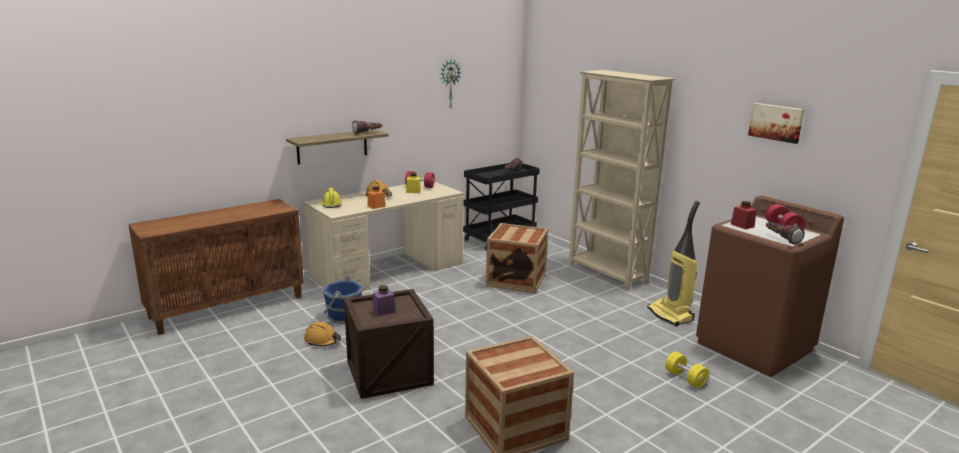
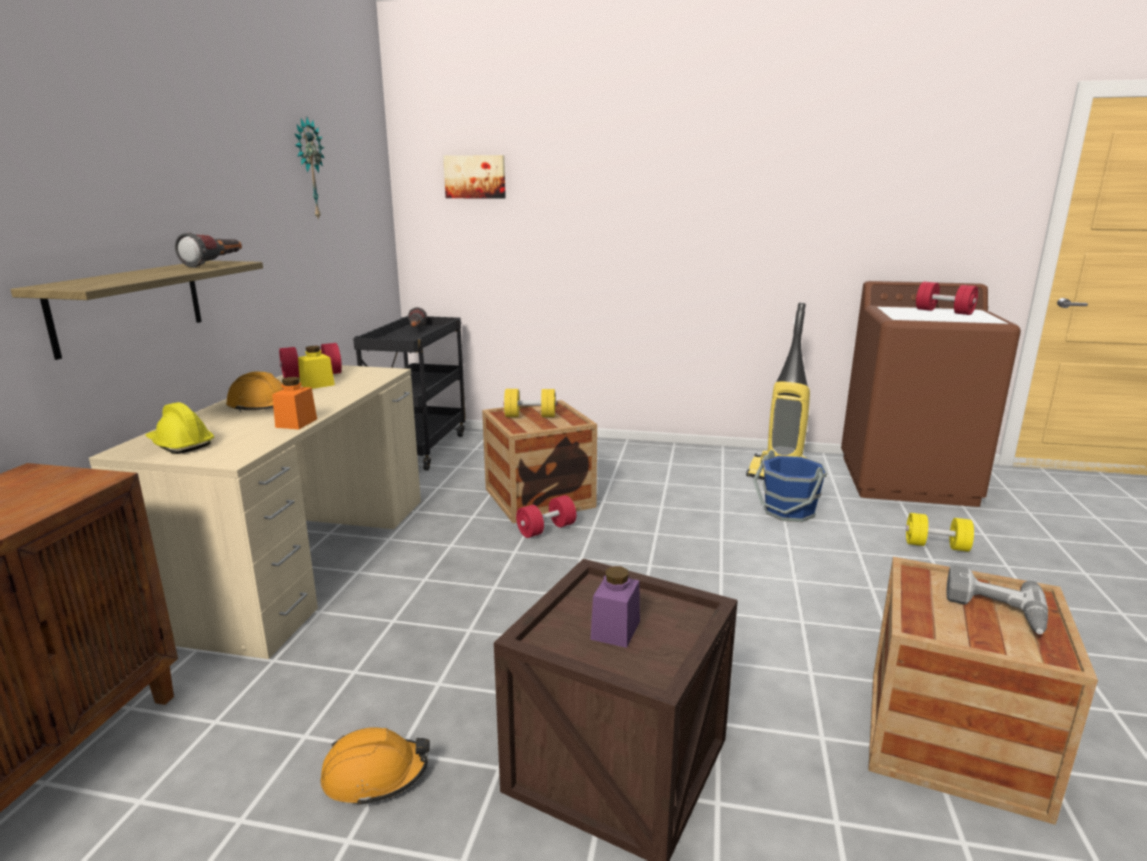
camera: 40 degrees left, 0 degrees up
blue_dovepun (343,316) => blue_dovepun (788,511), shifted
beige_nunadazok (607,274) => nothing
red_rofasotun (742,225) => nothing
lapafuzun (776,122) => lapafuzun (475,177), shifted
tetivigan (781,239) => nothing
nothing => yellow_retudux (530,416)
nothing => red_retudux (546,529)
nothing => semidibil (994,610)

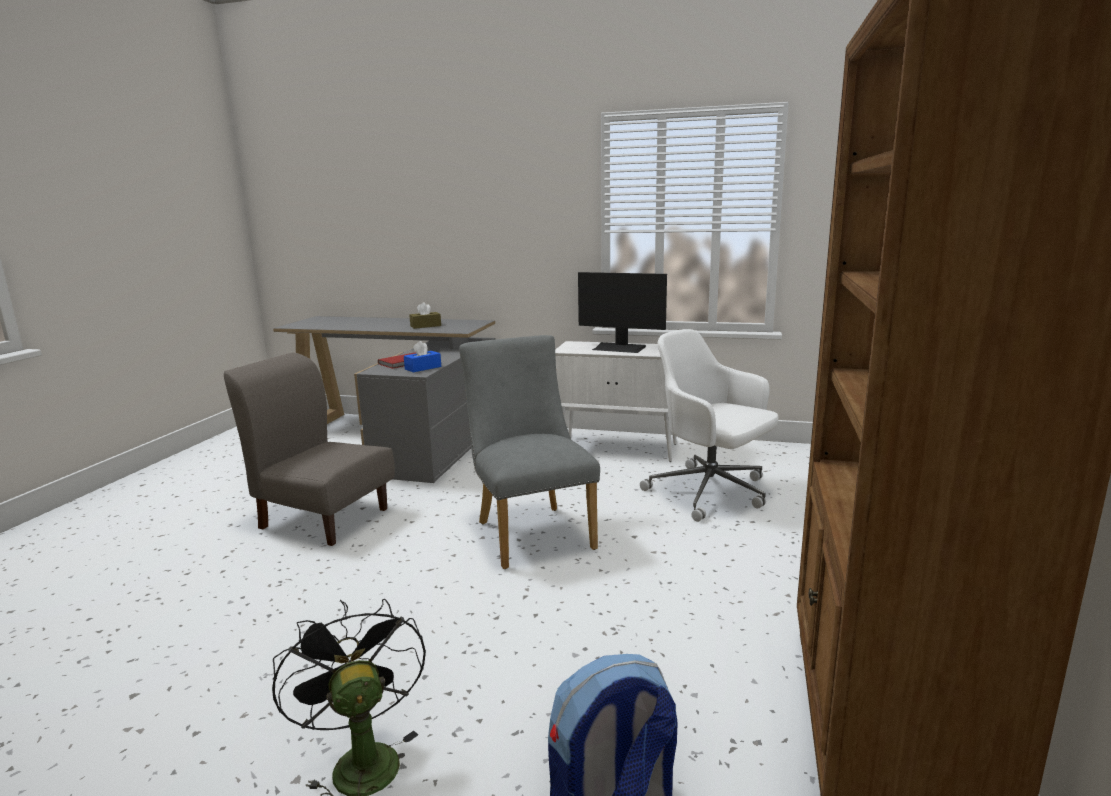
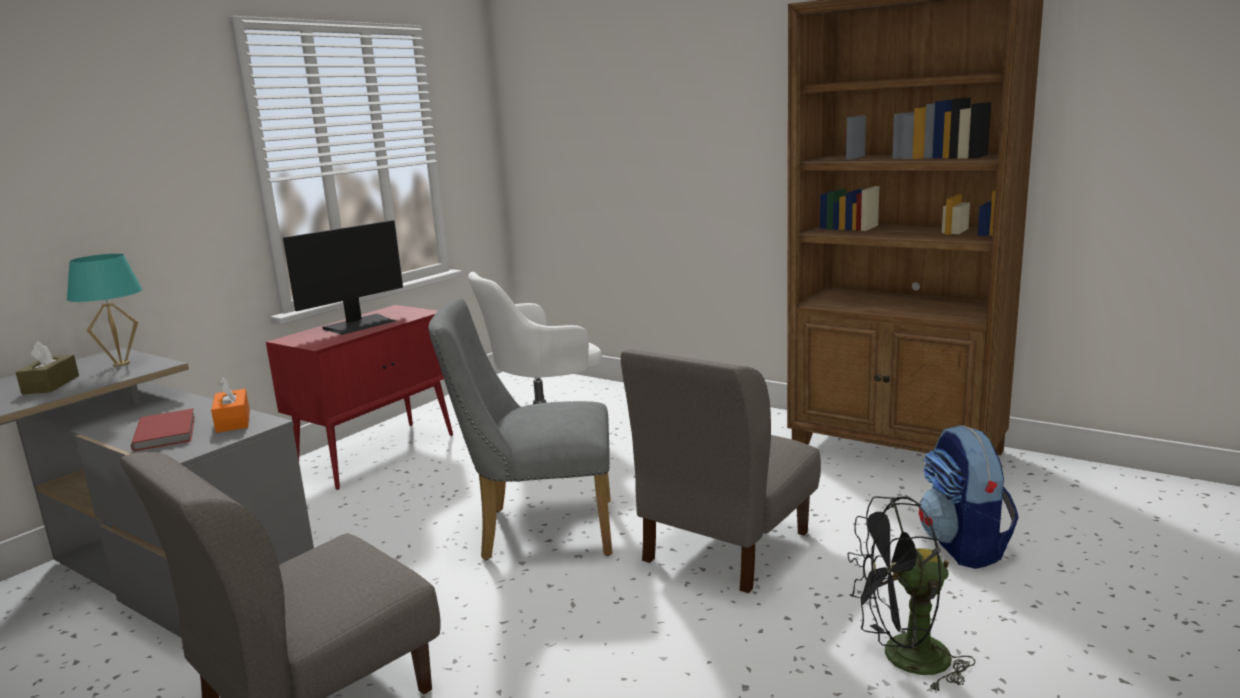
camera: 70 degrees left, 0 degrees up
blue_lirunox (423,368) => orange_lirunox (233,421)
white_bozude (618,449) => red_bozude (378,454)
nothing => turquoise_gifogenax (121,364)
nothing => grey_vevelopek (724,546)

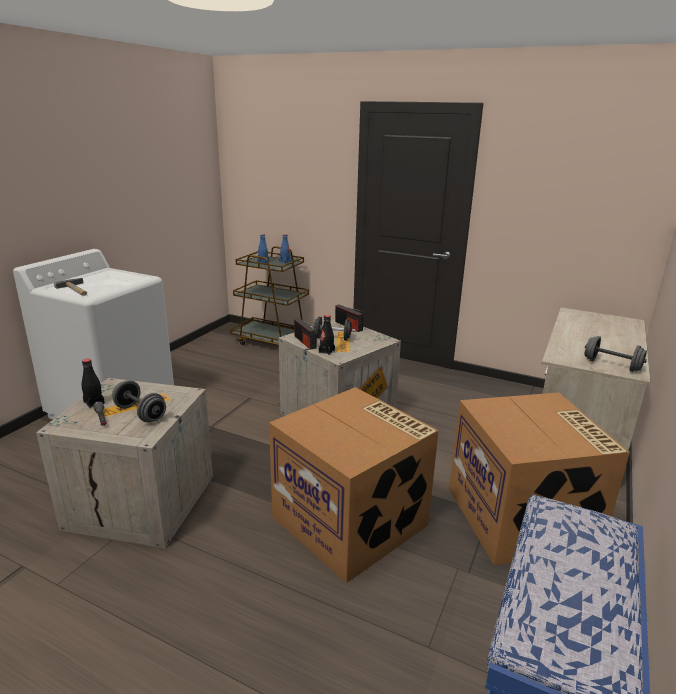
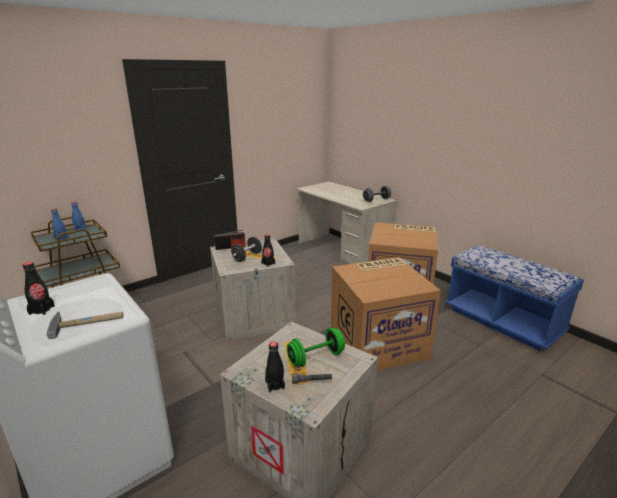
camera: 65 degrees left, 0 degrees up
grey_retudux (140,413) => green_retudux (316,358)
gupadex (305,342) => nothing
nothing => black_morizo (41,310)

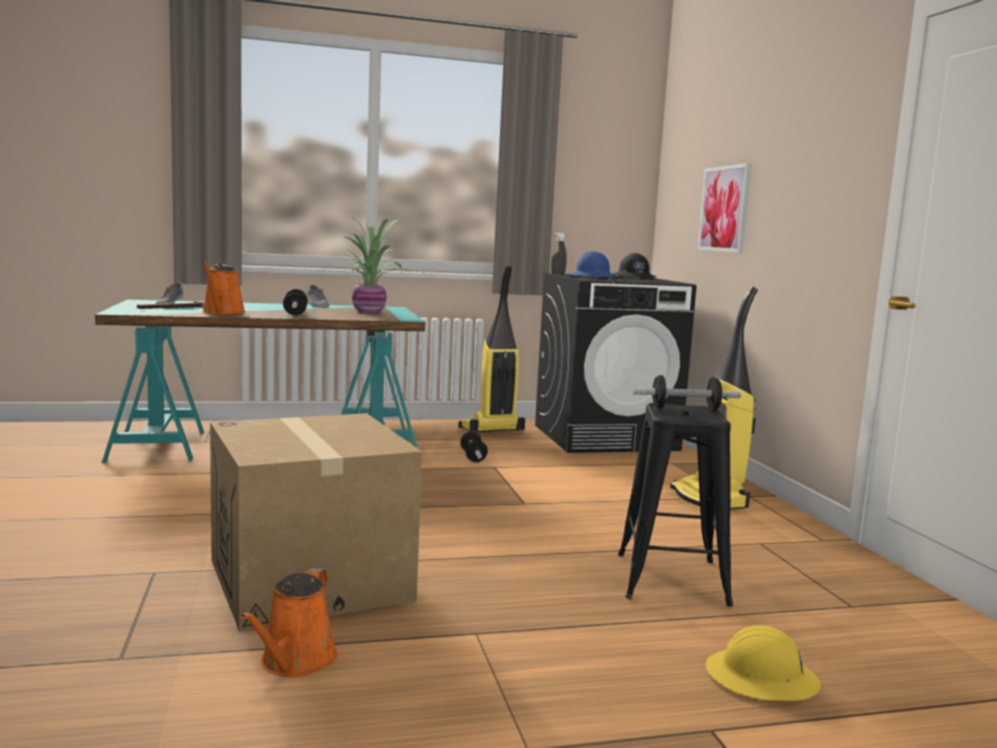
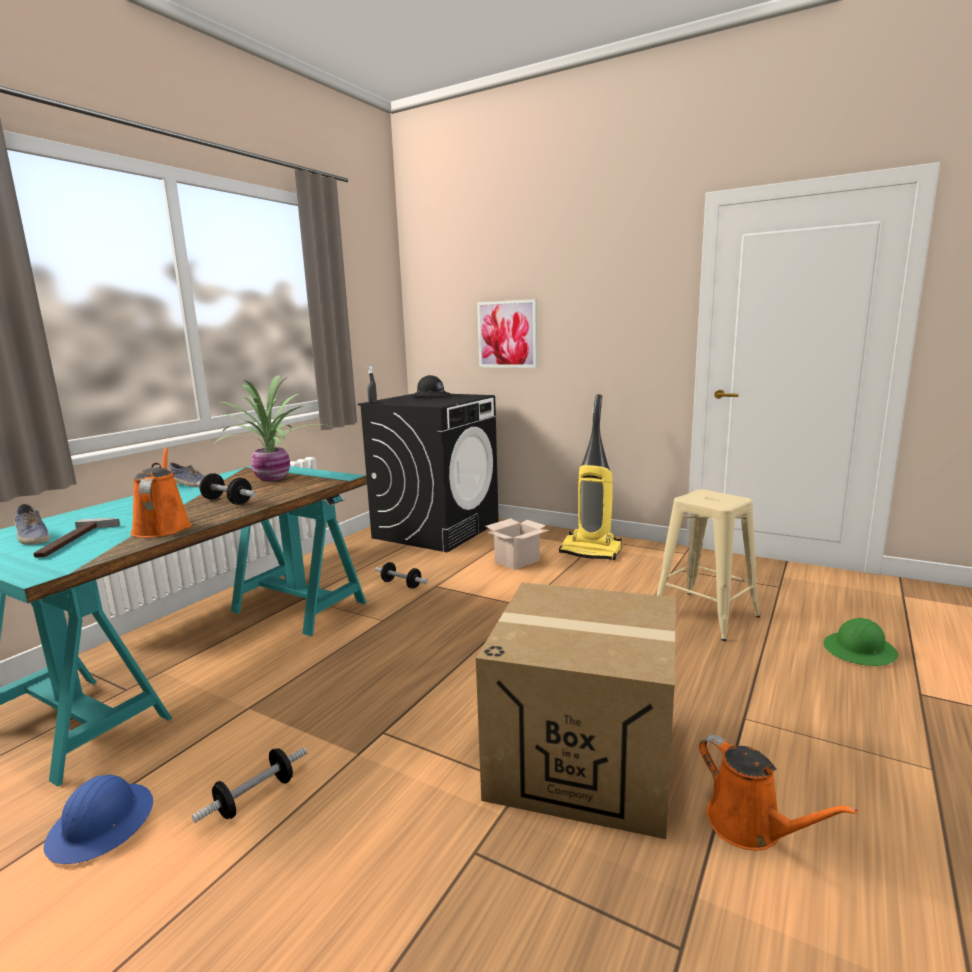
camera: 45 degrees left, 5 degrees up
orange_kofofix (222,313) => orange_kofofix (163,527), 150 degrees counterclockwise
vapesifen (491,430) => nothing
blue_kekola (592,277) => blue_kekola (102,824), shifted
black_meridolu (671,579) => beige_meridolu (705,615)
retudux (685,409) => retudux (255,797), shifted
yellow_kekola (761,678) => green_kekola (860,651)
nothing => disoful (517,561)

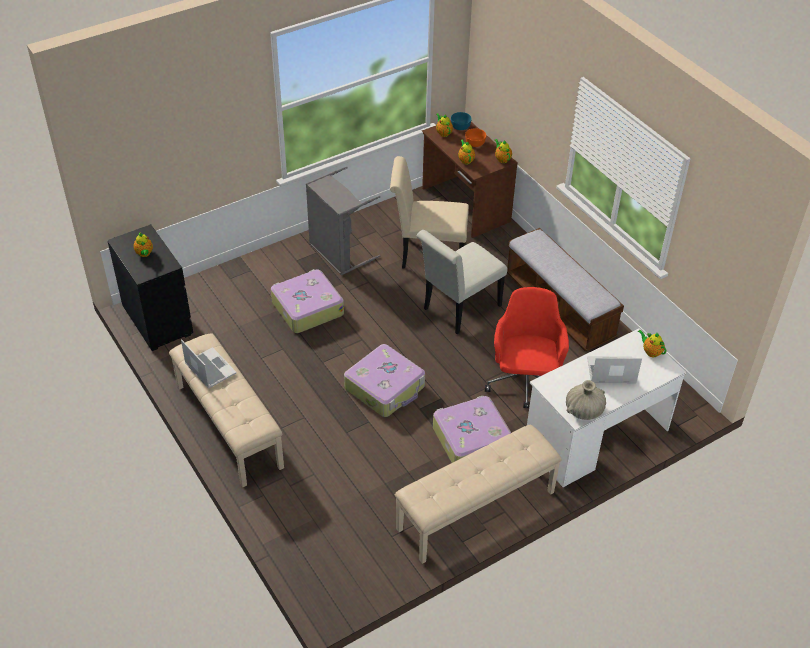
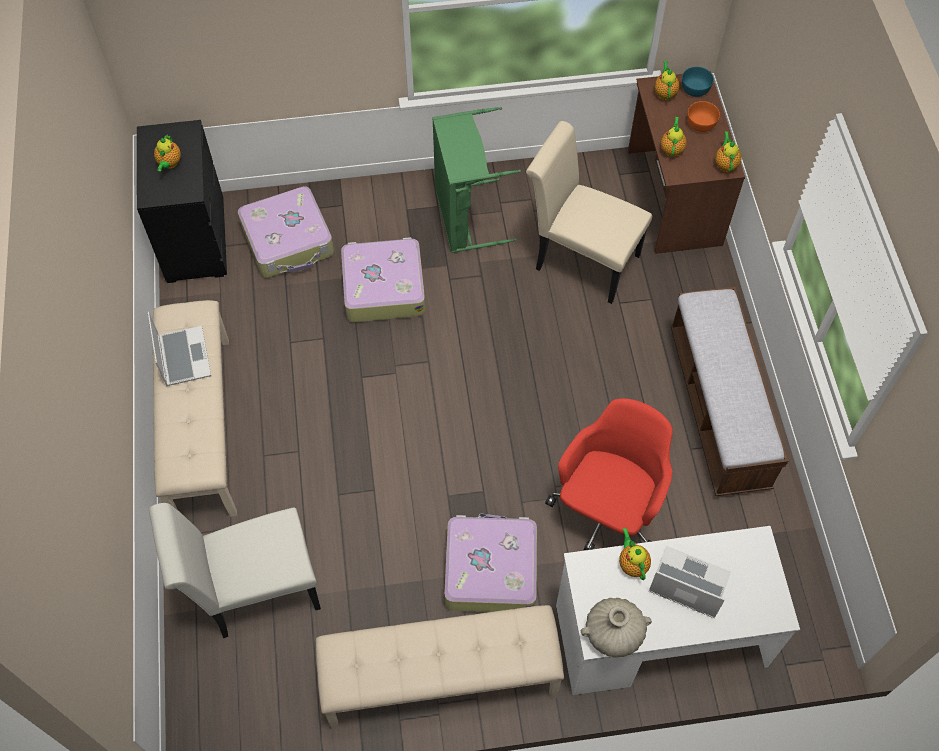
camera: 25 degrees right, 15 degrees up
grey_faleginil (338,253) => green_faleginil (464,217)
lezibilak (385,387) => lezibilak (289,241), shifted
white_vevelopek (458,309) => white_vevelopek (254,590), shifted
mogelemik (651,352) => mogelemik (632,563), shifted

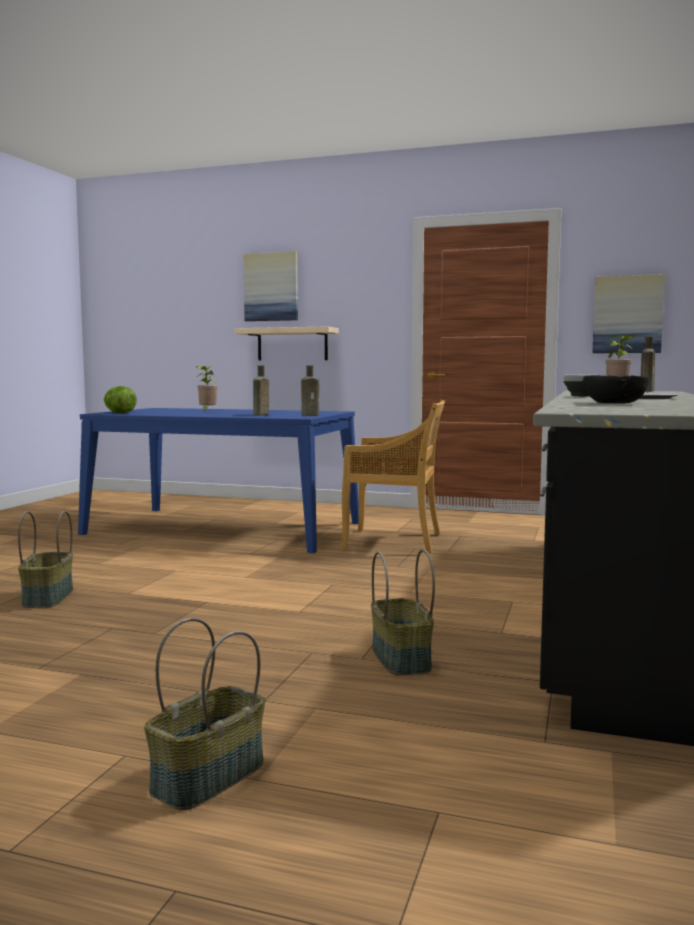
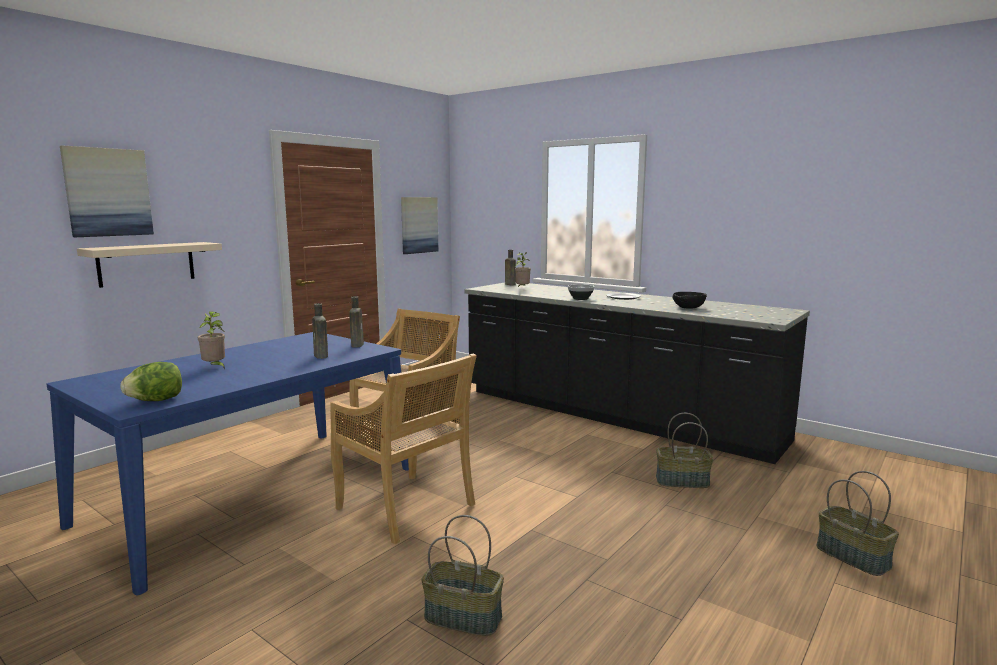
camera: 70 degrees left, 5 degrees up
nothing => beige_vevelopek (407,508)

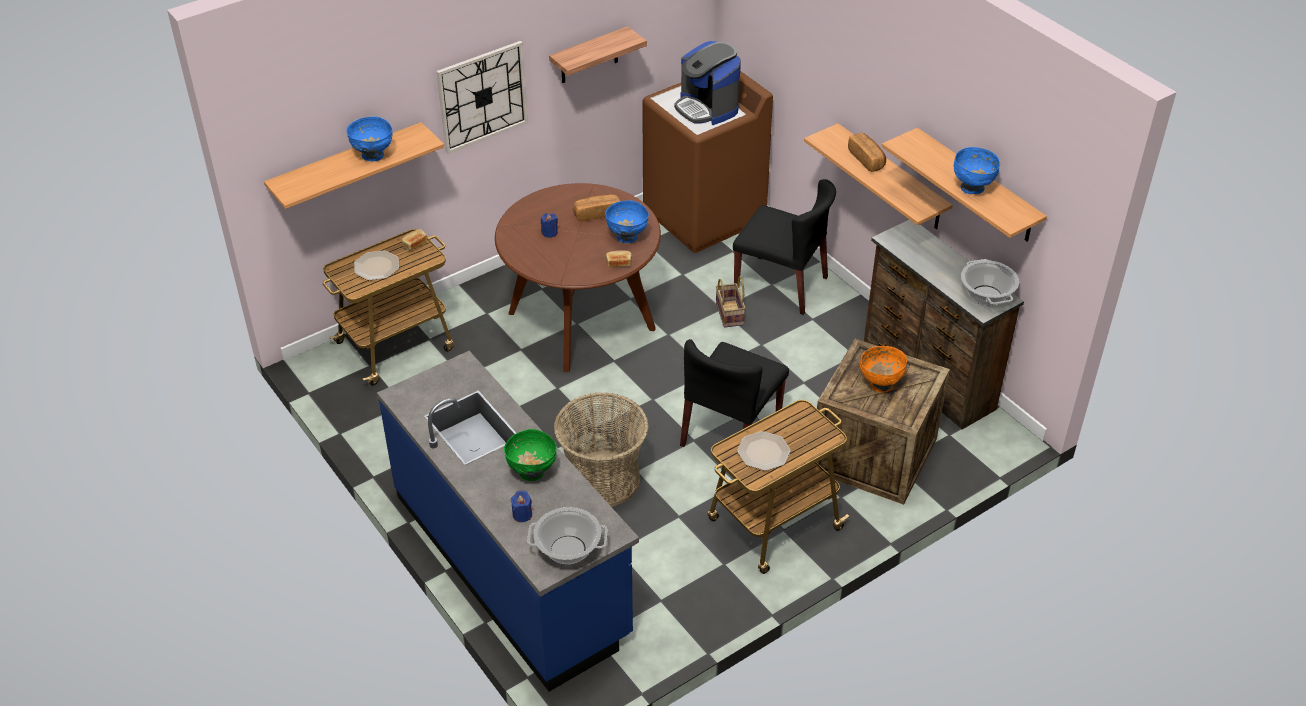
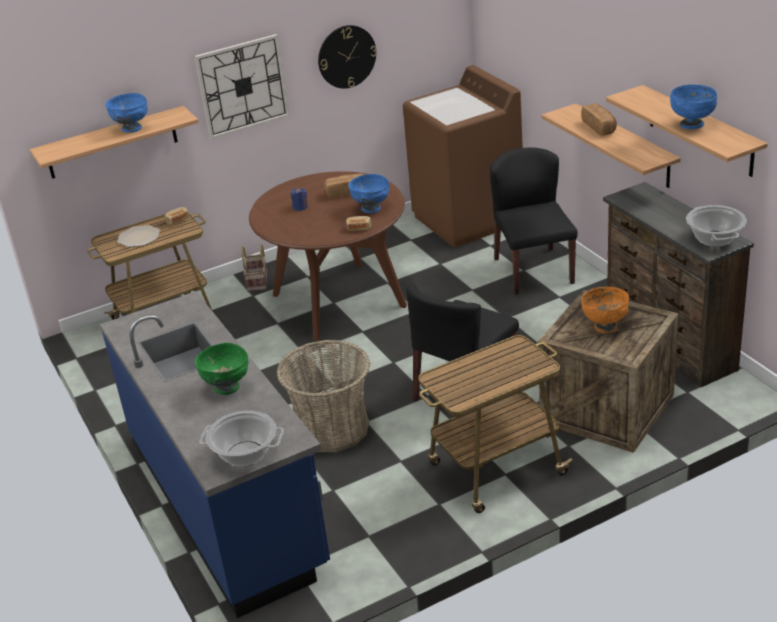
camera: 10 degrees right, 10 degrees down
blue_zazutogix (522,515) => nothing
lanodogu (589,56) => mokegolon (346,56)
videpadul (707,108) => nothing
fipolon (730,314) => fipolon (258,282), shifted
black_vevelopek (781,285) => black_vevelopek (533,270), 135 degrees counterclockwise
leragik (764,452) => nothing

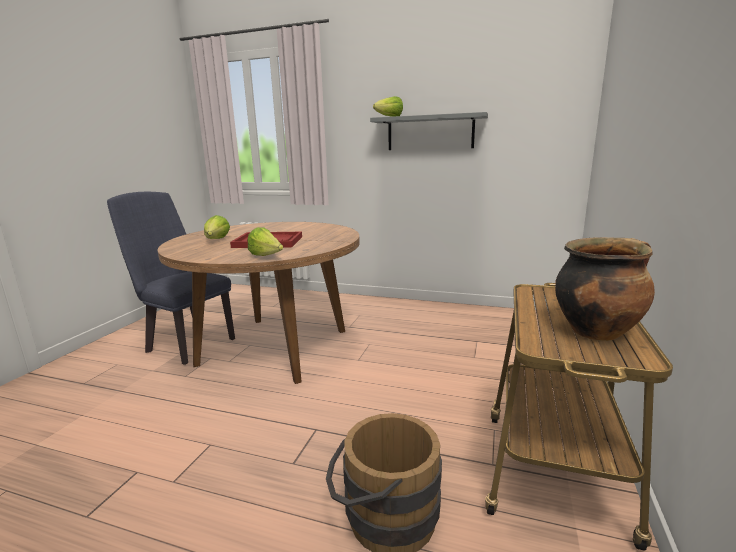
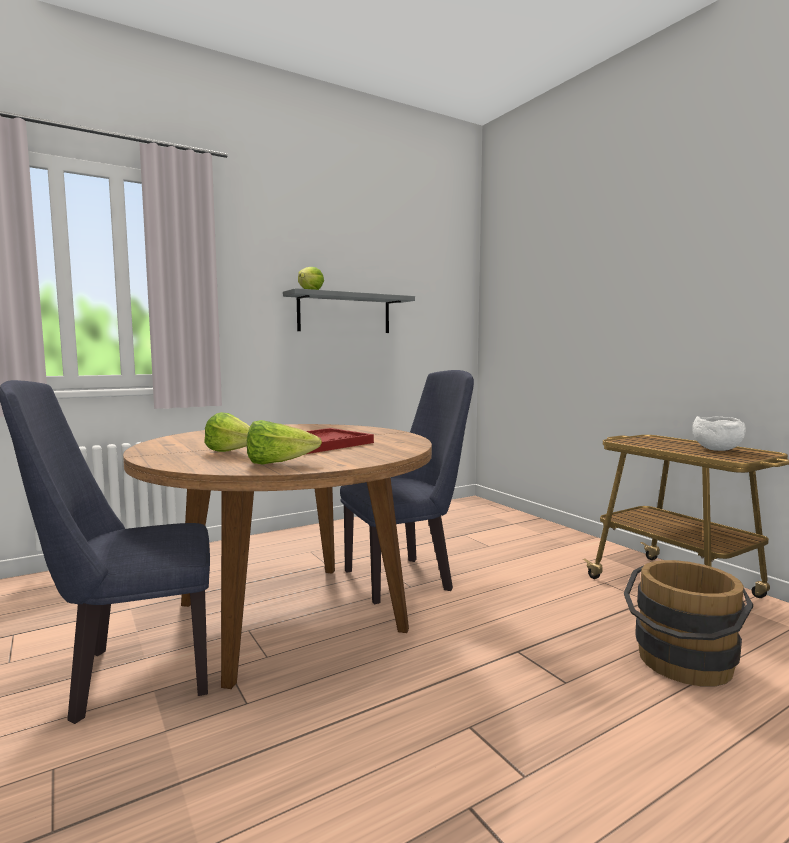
camera: 50 degrees left, 10 degrees down
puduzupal (267,257) => puduzupal (278,464), shifted
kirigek (596,331) => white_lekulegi (716,449)
nothing => blue_vevelopek (406,578)

